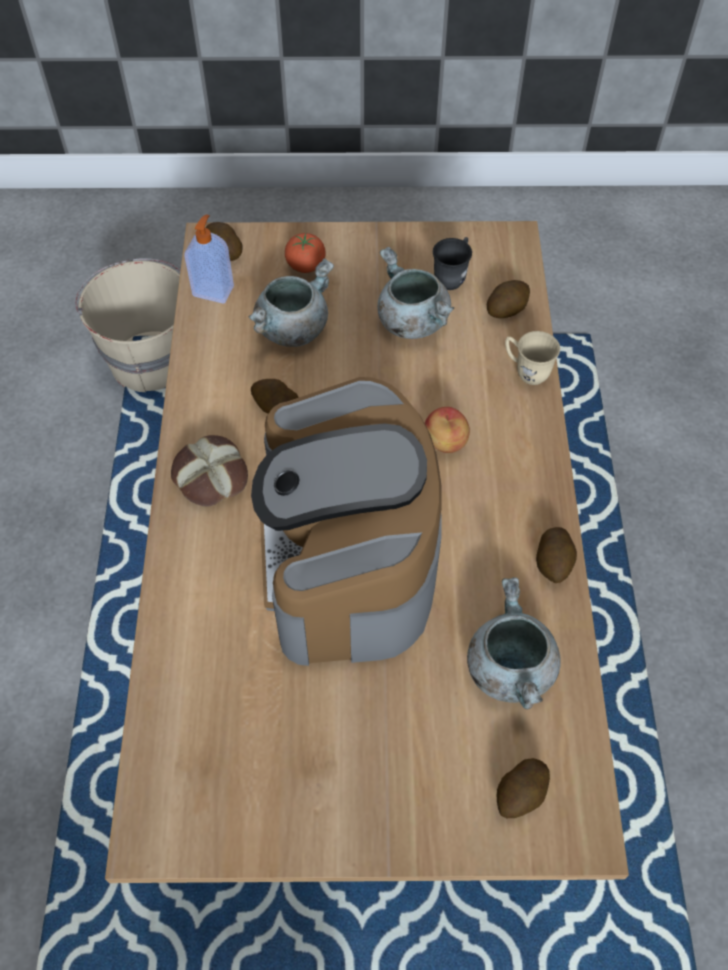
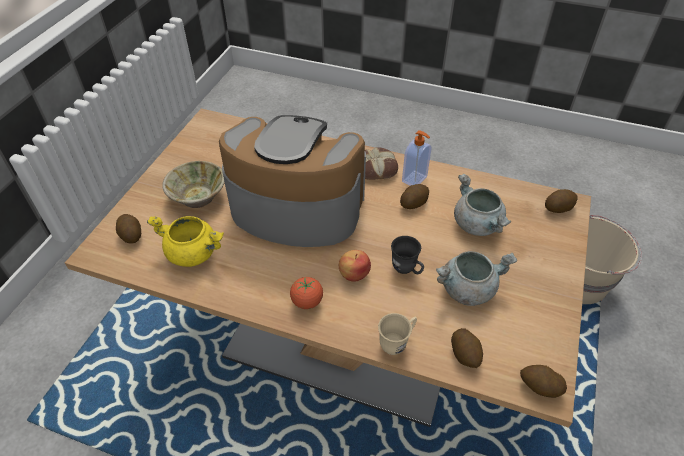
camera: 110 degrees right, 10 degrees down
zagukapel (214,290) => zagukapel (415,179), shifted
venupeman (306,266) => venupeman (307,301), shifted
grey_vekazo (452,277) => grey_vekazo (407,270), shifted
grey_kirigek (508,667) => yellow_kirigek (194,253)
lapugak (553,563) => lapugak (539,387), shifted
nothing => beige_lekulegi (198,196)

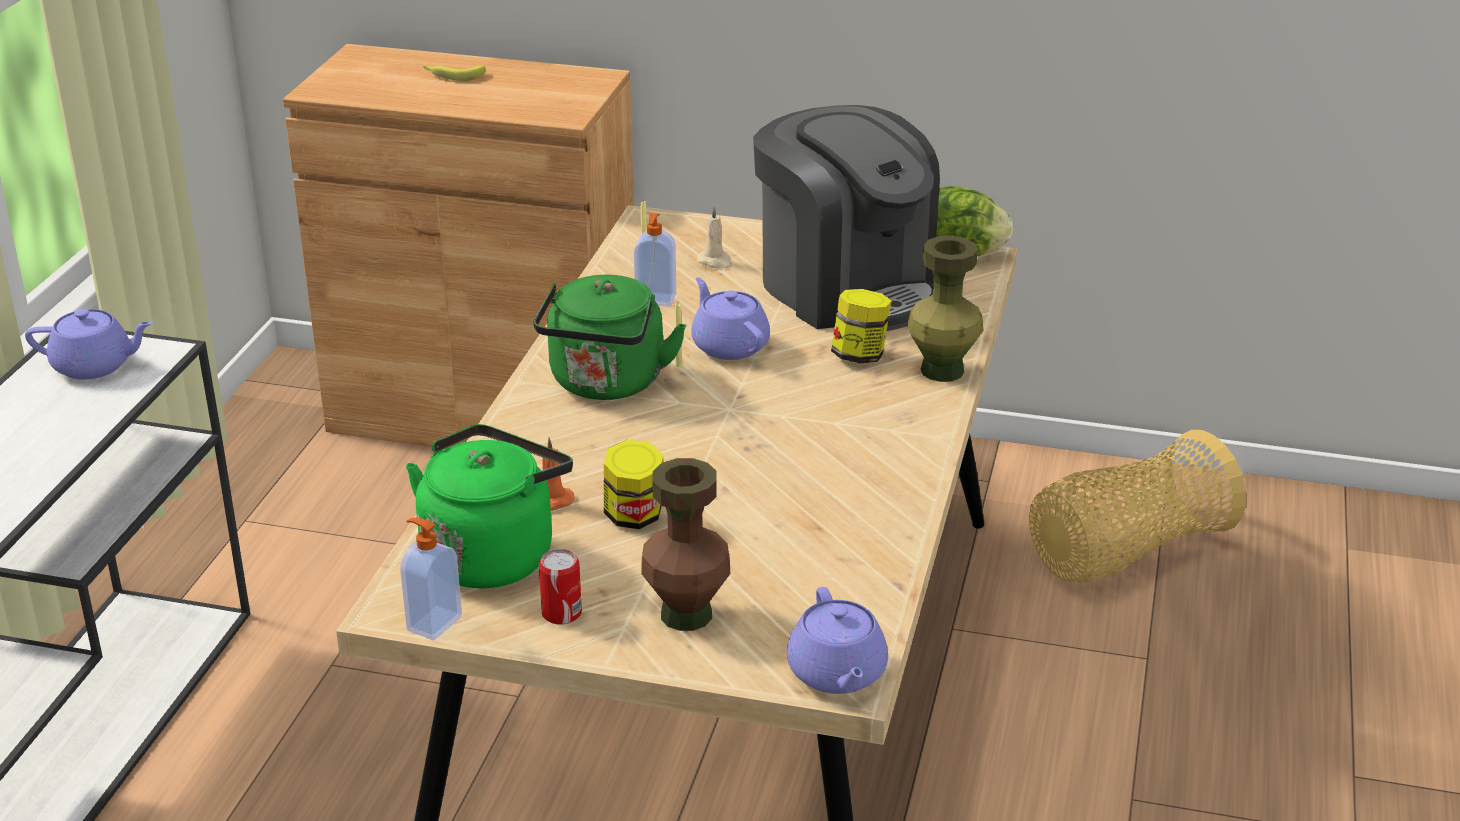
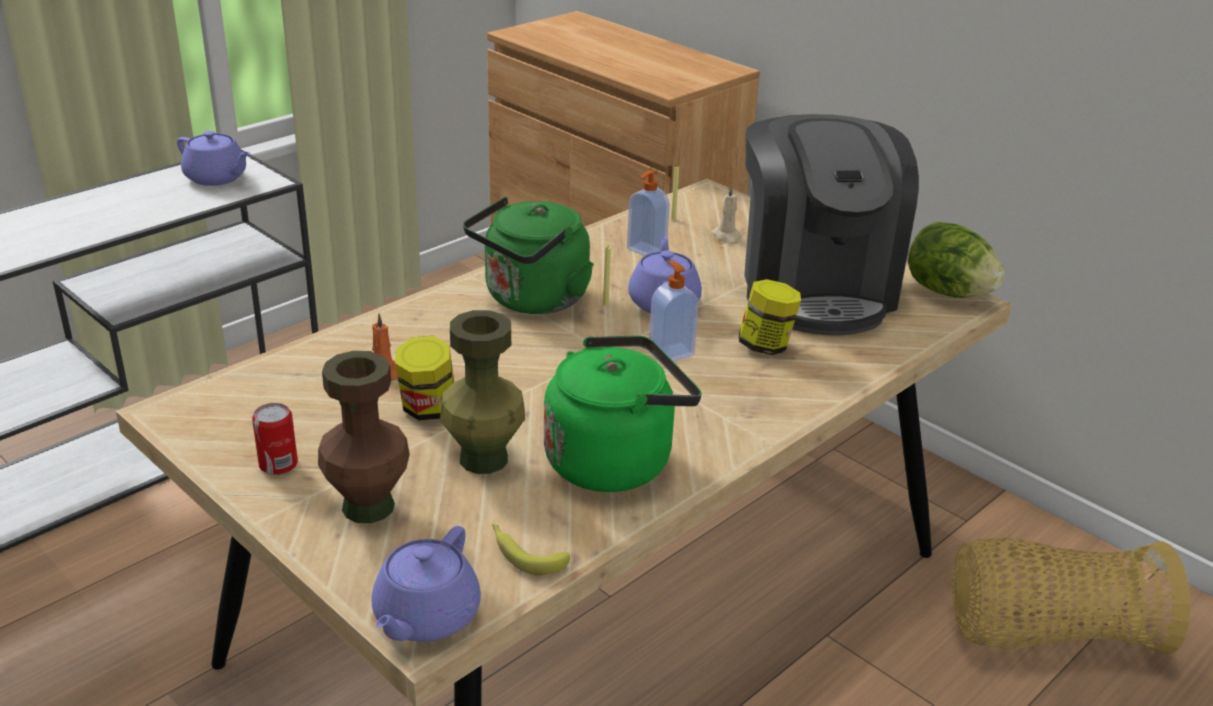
camera: 30 degrees right, 0 degrees up
zagukapel (433,623) => zagukapel (670,353), shifted
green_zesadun (492,554) => green_zesadun (614,460), shifted
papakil (453,76) => papakil (525,553), shifted
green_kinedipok (942,371) => green_kinedipok (483,459), shifted

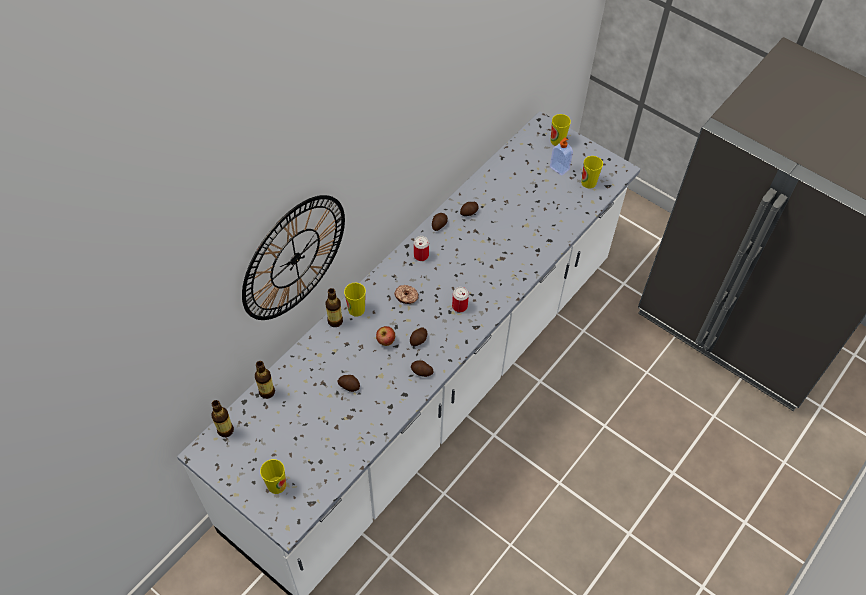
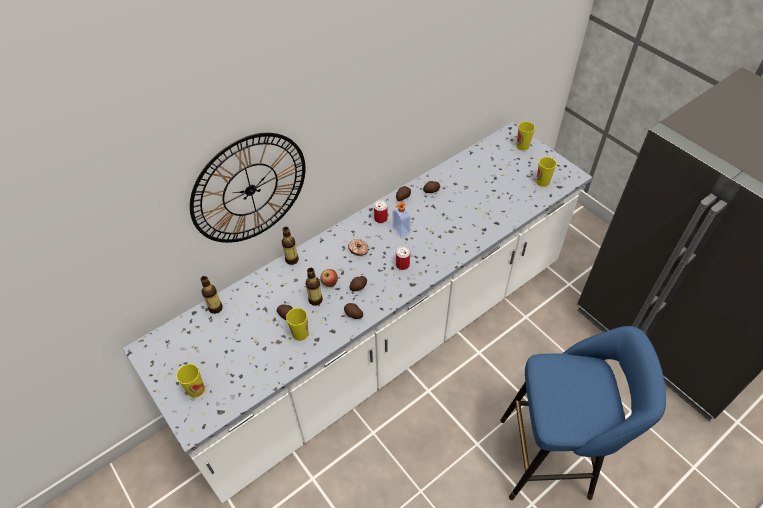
camera: 15 degrees right, 5 degrees down
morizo (225,430) => morizo (315,300), shifted
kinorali (356,309) => kinorali (300,333), shifted
zagukapel (558,169) => zagukapel (400,231), shifted
nothing => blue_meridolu (551,458)

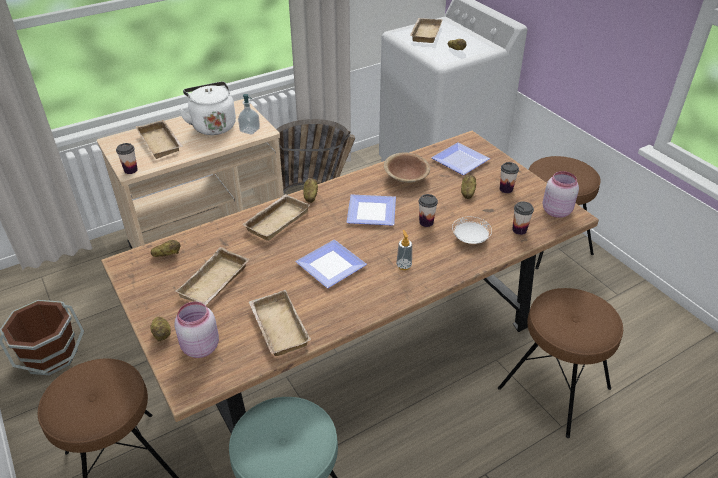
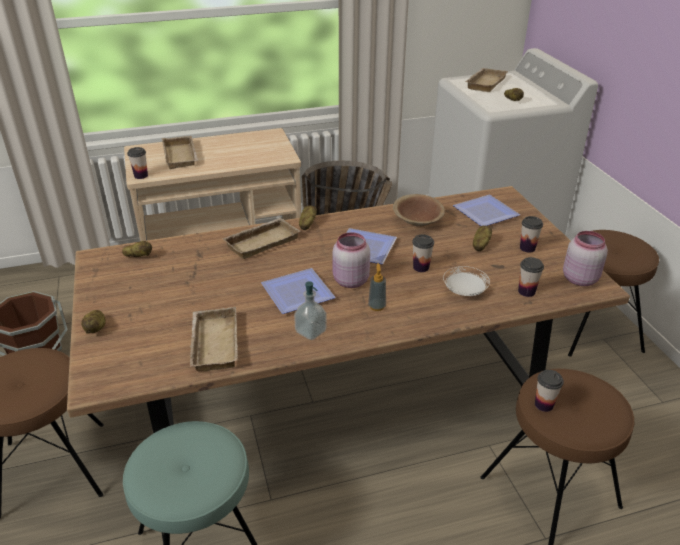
camera: 15 degrees right, 5 degrees down
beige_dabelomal (215,283) => nothing
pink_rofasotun (199,347) => pink_rofasotun (349,281), shifted
white_zesadun (213,125) => nothing
zagukapel (250,130) => zagukapel (310,331), shifted
nothing => kinorali (544,404)

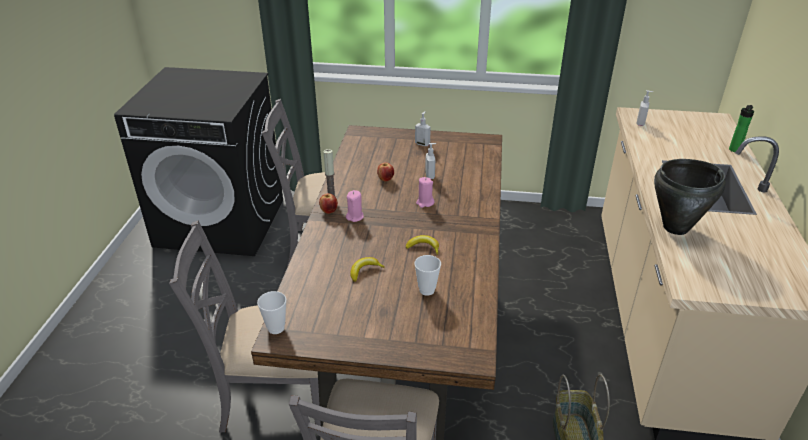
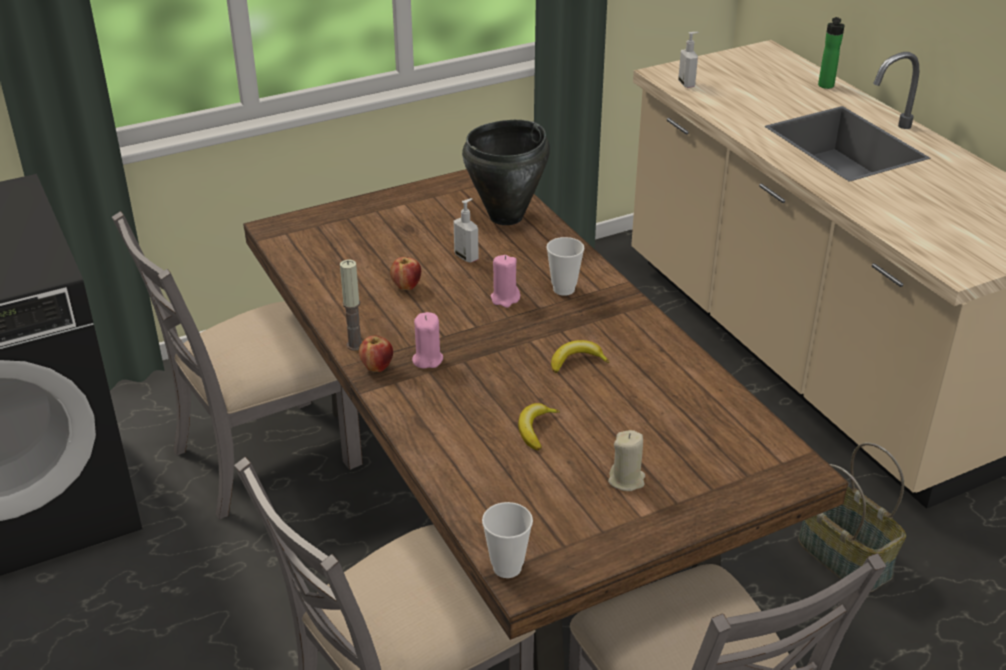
camera: 35 degrees left, 0 degrees up
kinorali (427,290) => kinorali (563,289), shifted
zagukapel (422,144) => nothing
black_kirigek (676,228) => black_kirigek (507,217), shifted
nothing => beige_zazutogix (626,480)

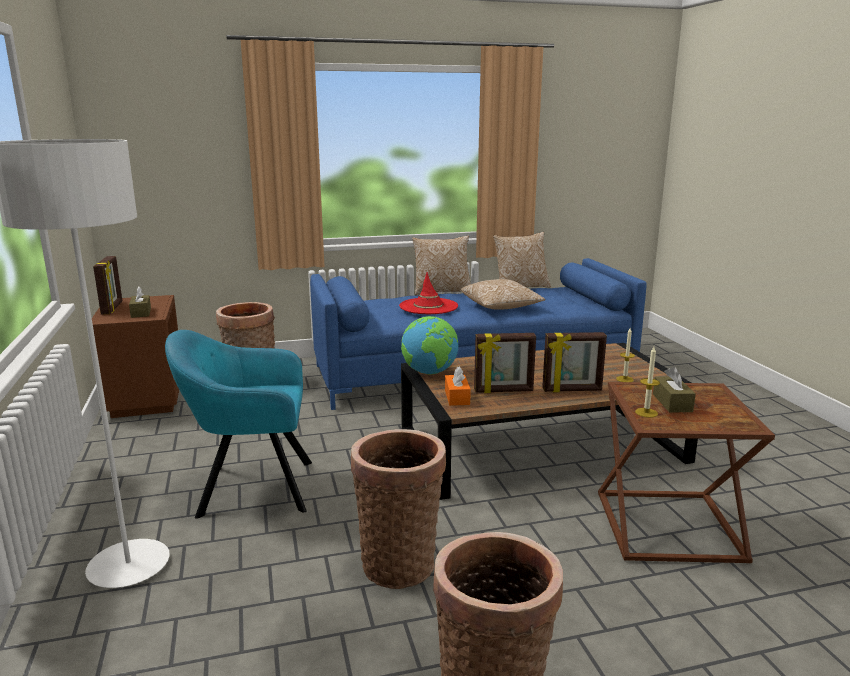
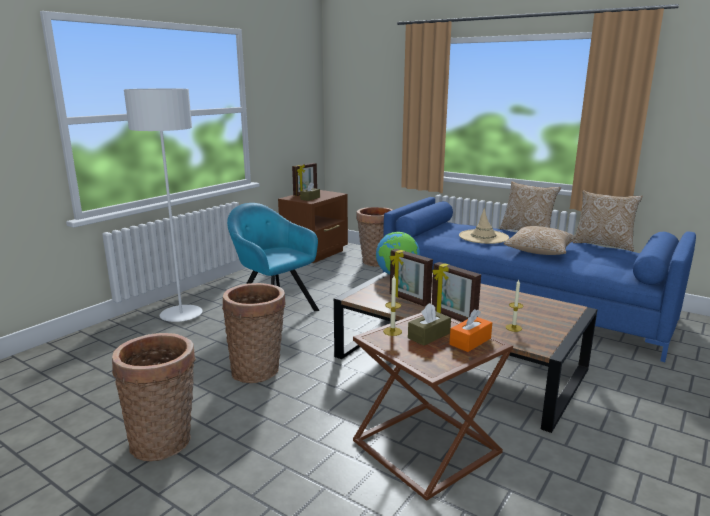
camera: 50 degrees right, 0 degrees up
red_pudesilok (428,306) => beige_pudesilok (483,237)
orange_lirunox (457,397) => orange_lirunox (470,341), shifted

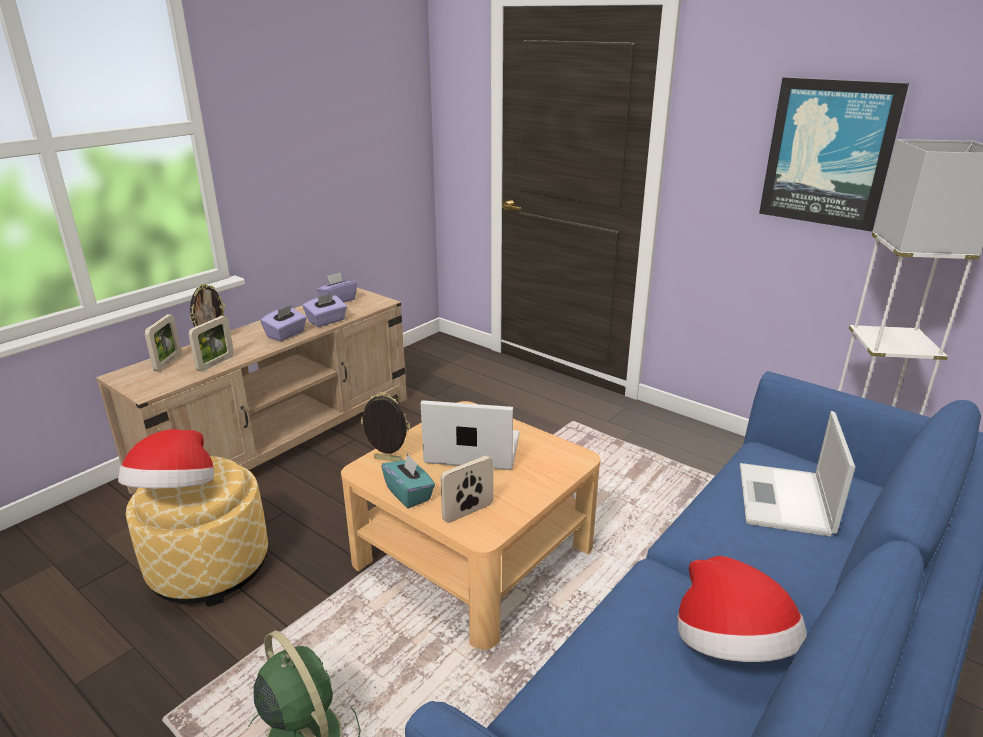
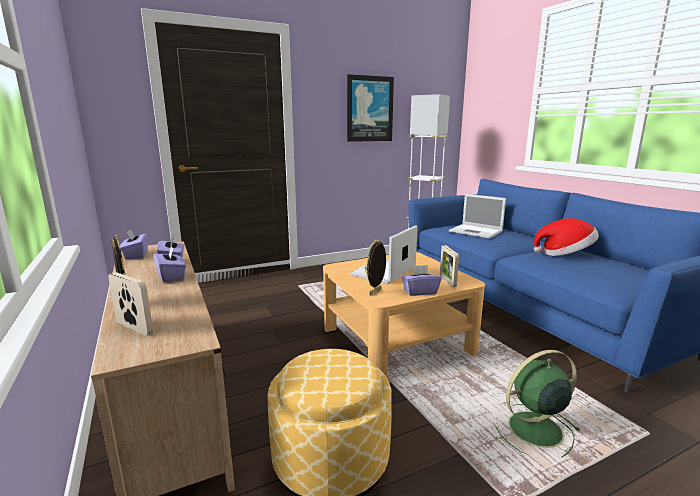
camera: 65 degrees left, 10 degrees down
pudesilok (175,492) => nothing
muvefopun (216,363) => nothing
turquoise_lirunox (409,494) => purple_lirunox (420,292)

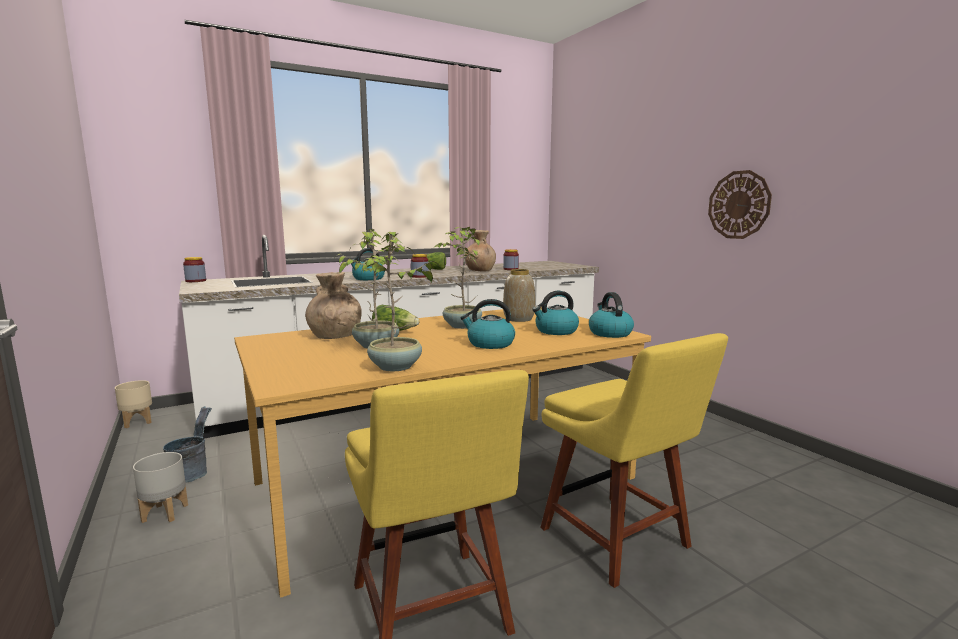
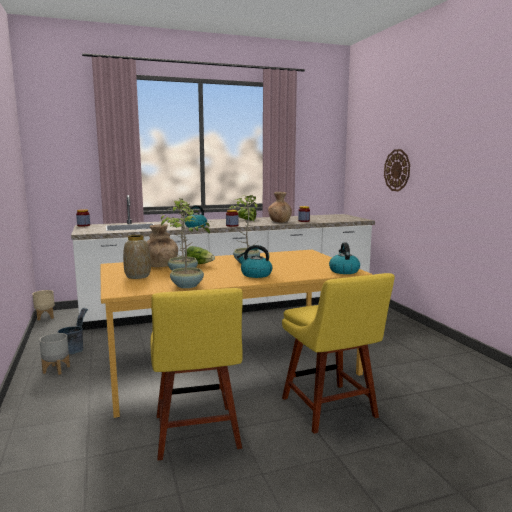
camera: 10 degrees right, 0 degrees up
kinedipok (518,319) => kinedipok (138,276), shifted
zesadun (556,331) => nothing
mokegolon (739,205) => mokegolon (397,170), shifted

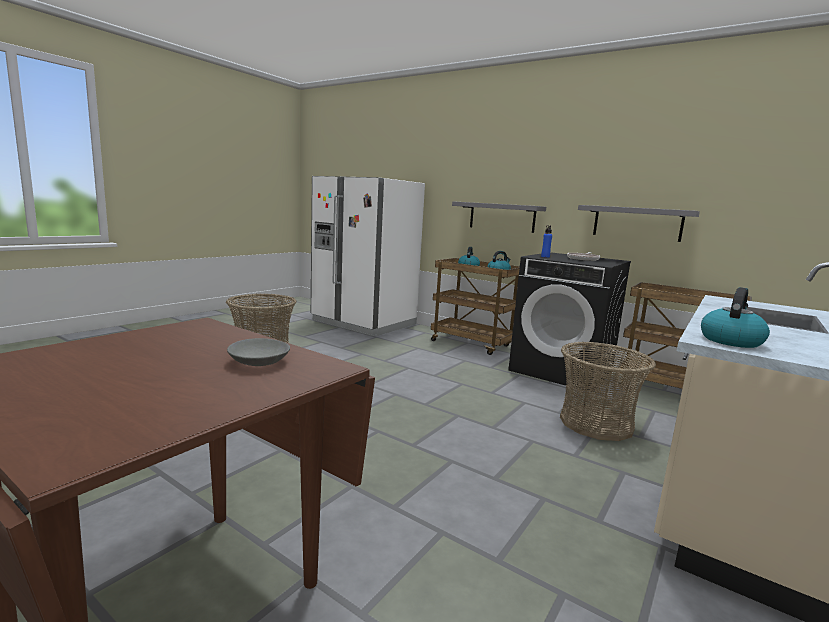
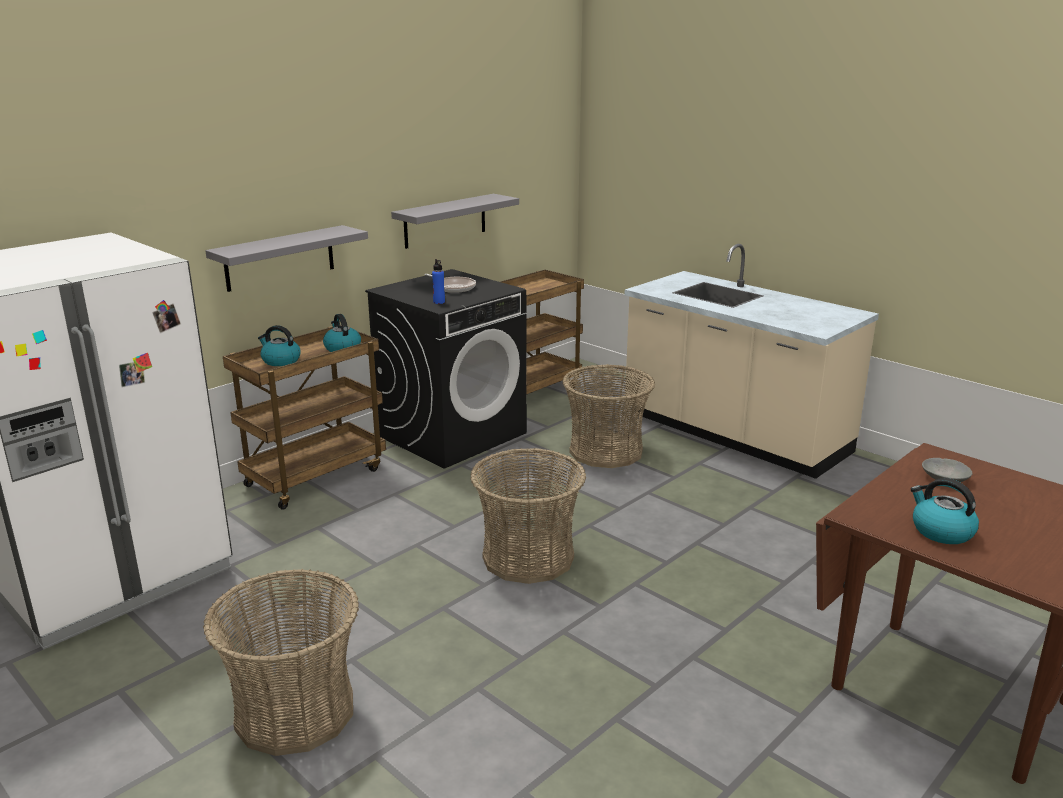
camera: 80 degrees left, 10 degrees up
zesadun (730,340) => zesadun (941,531), shifted
nothing => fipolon (528,557)

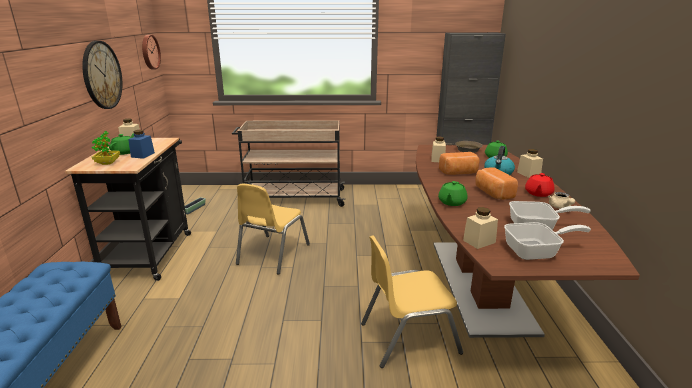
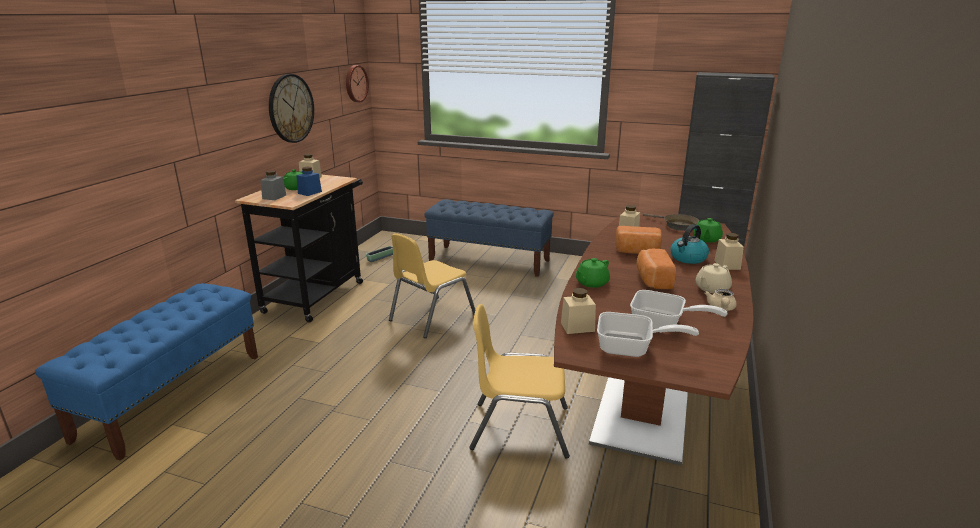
camera: 20 degrees right, 0 degrees up
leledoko (108,163) => grey_rofasotun (274,197)
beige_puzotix (292,198) => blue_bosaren (489,260)
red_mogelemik (538,193) => beige_mogelemik (711,289)

